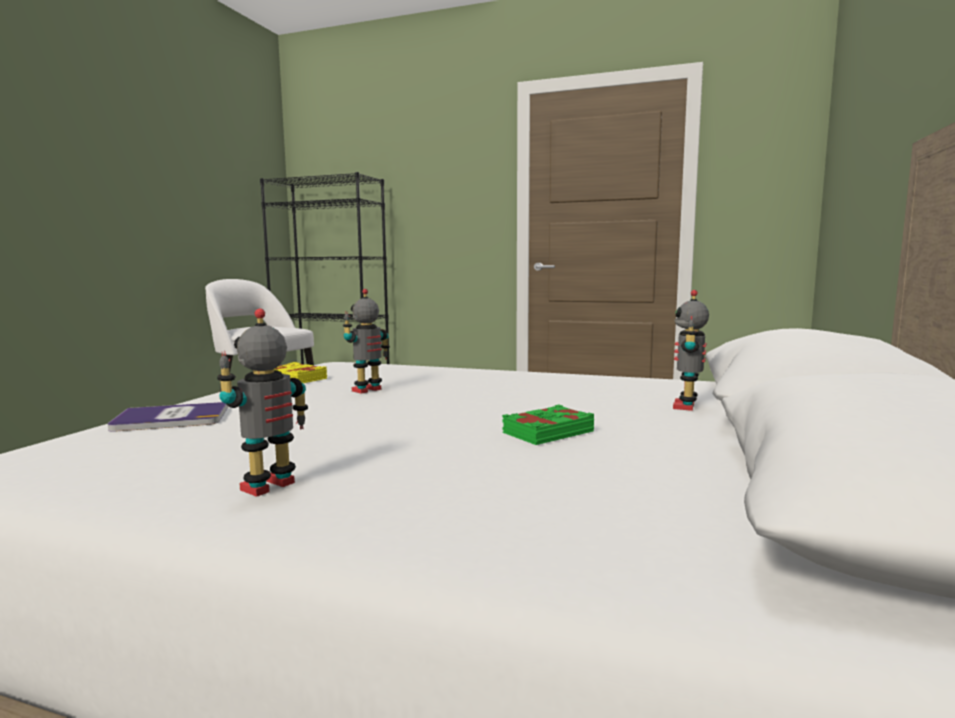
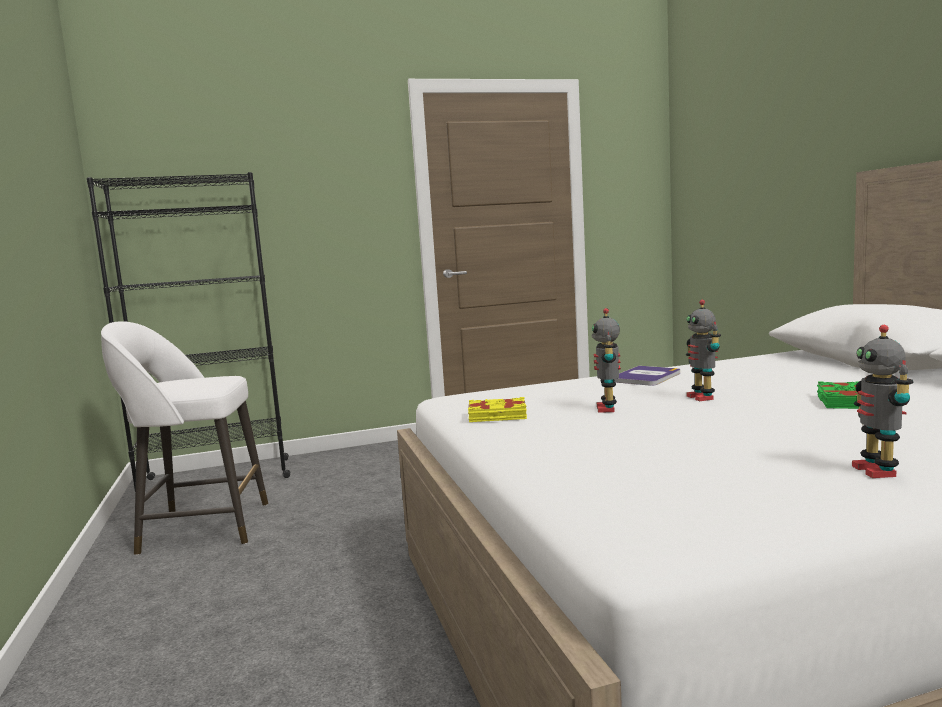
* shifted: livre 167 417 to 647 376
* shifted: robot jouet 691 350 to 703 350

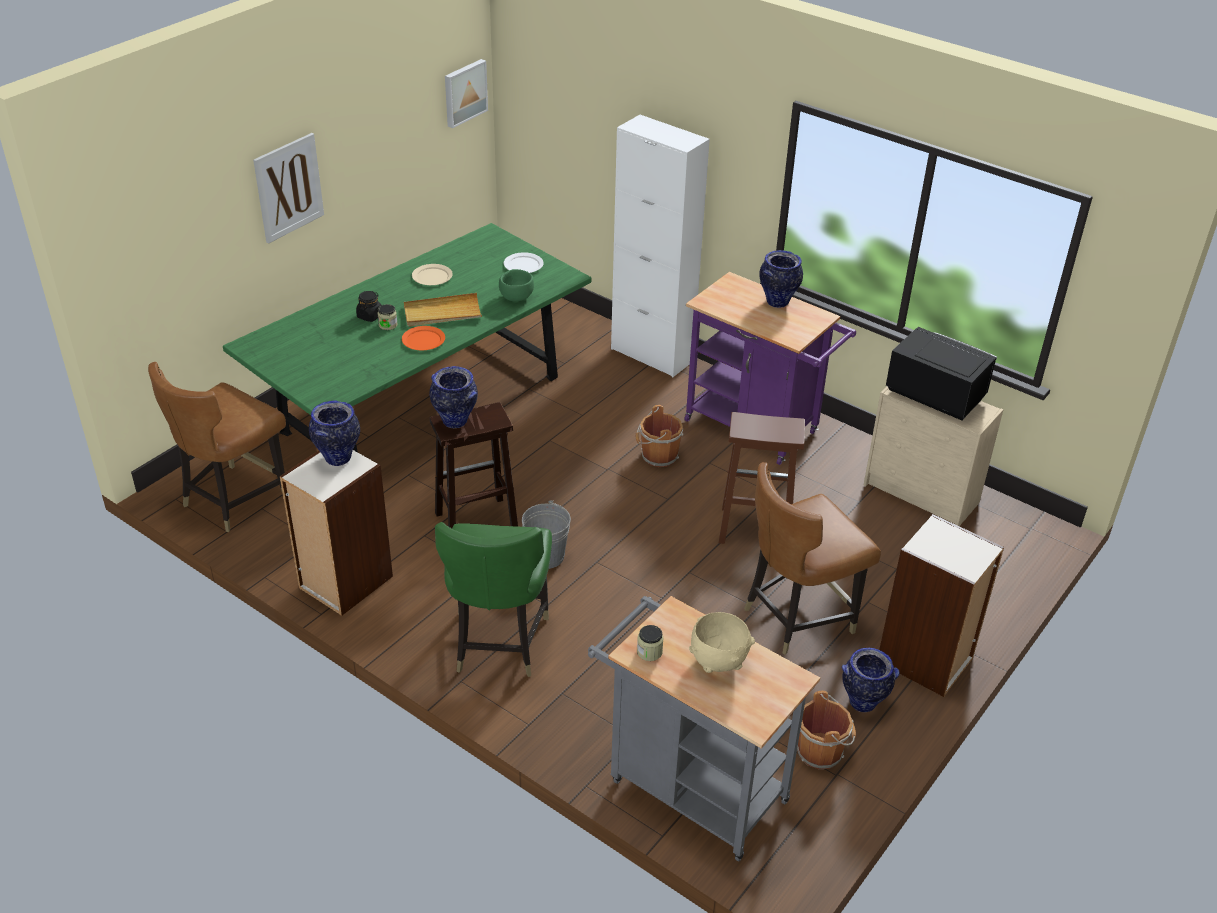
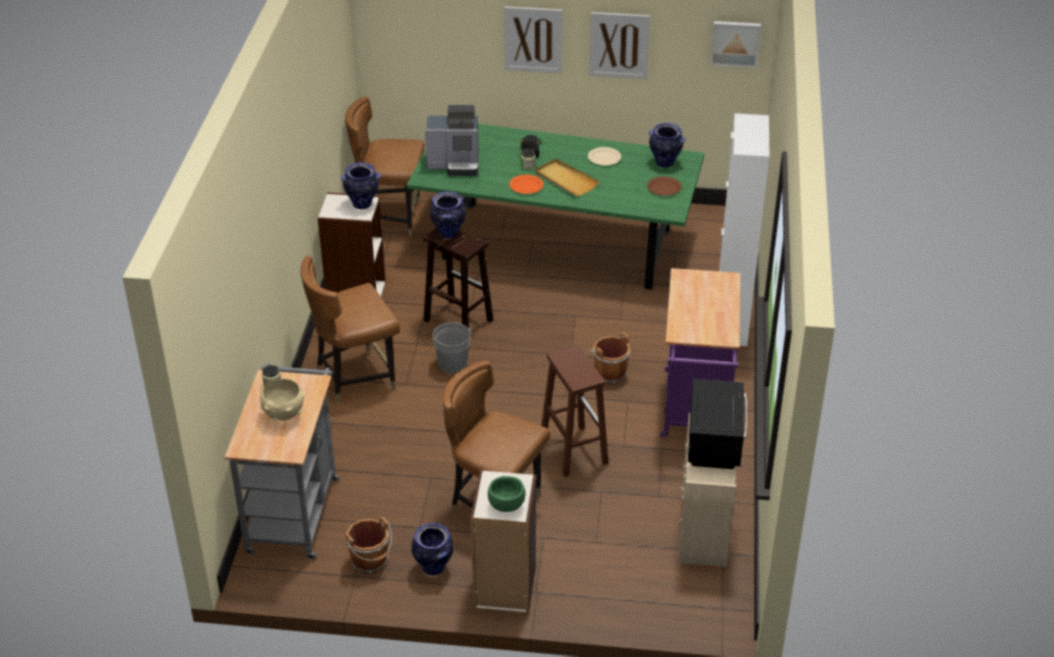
* repainted: chaise [vert] 493 599 to chaise [marron] 350 329
* new: machine à café 452 140
* shifted: bol [vert] 516 285 to 506 494
* new: tableau 619 45
* repainted: assiette [blanc] 524 262 to assiette [marron] 664 186
* shifted: vase 781 279 to 667 145

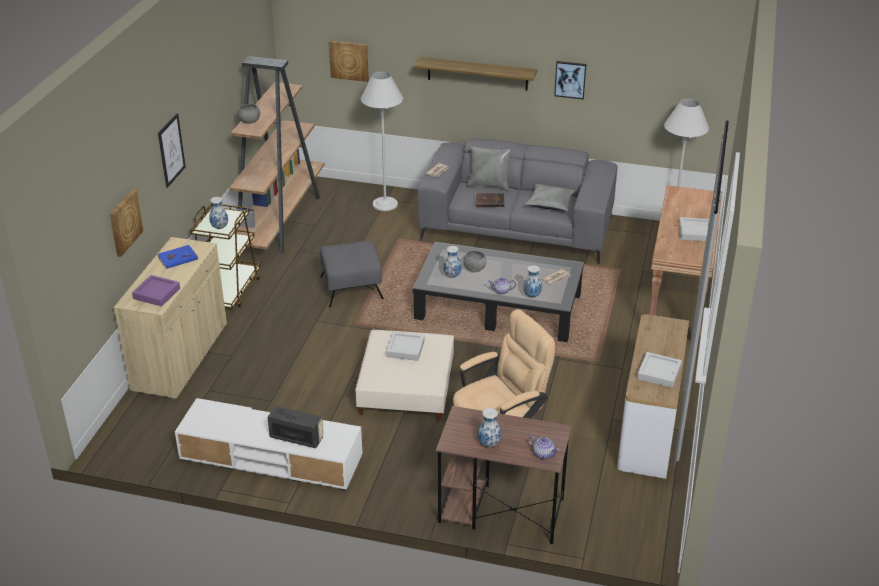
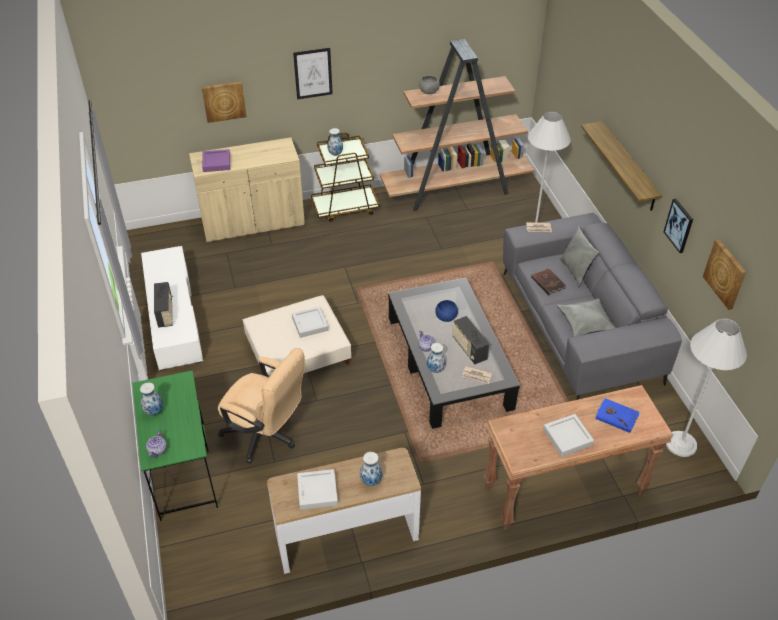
* repainted: bureau [marron] 504 475 to bureau [vert] 175 445
* shifted: vase 452 262 to 371 469
* repainted: bol [gris] 474 261 to bol [bleu] 446 311
* new: radio 471 340
* shifted: livre [bleu] 177 257 to 617 415
* shifted: tableau 349 61 to 724 274
* gone: pouf [gris] 352 274

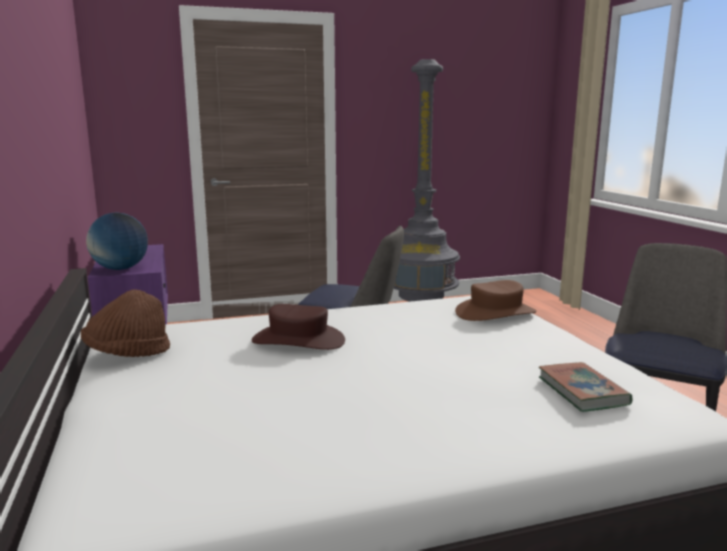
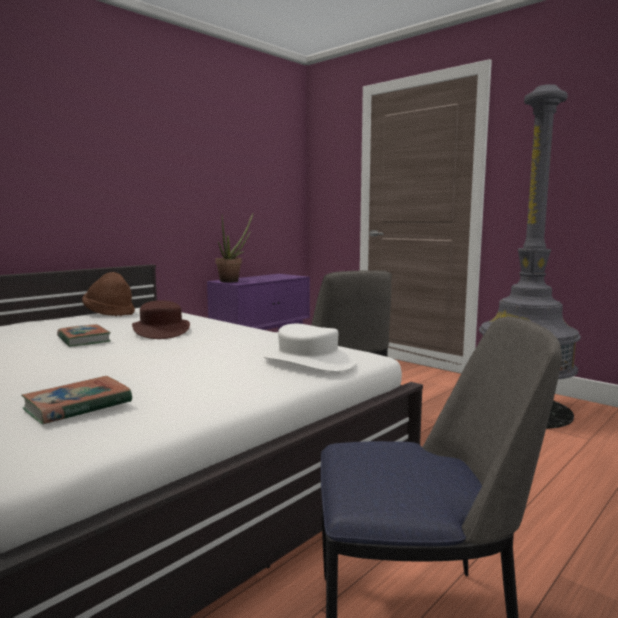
* new: livre 84 335
* swapped: globe 117 241 to plante en pot 234 248
* repainted: chapeau [marron] 496 300 to chapeau [blanc] 310 348

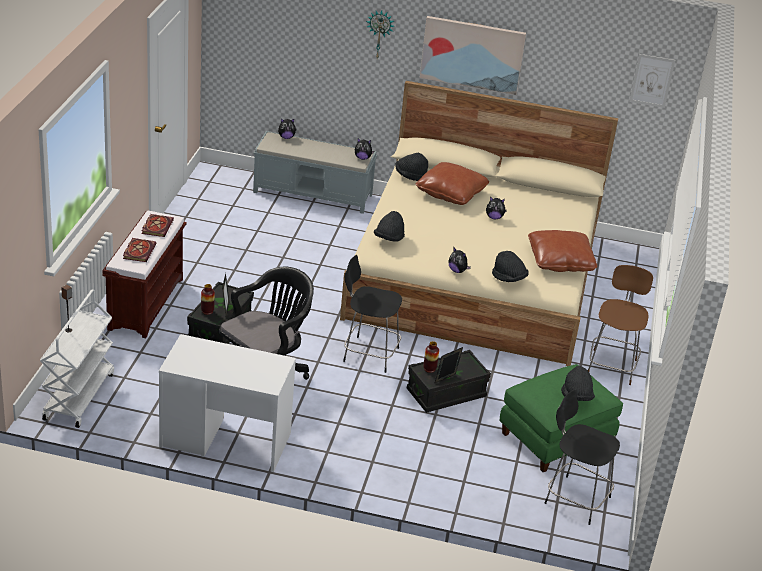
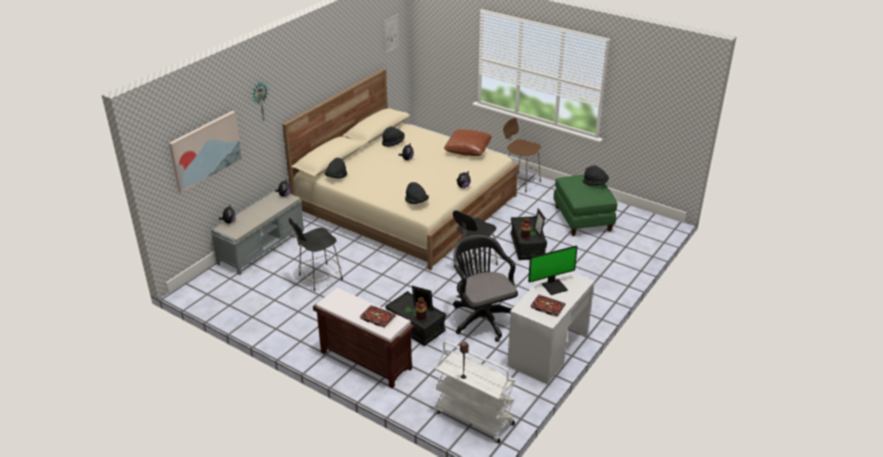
* shifted: tableau 473 55 to 205 152
* shifted: chaise [noir] 582 457 to 316 254
* shifted: chapeau [noir] 510 266 to 393 136
* new: écran d'ordinateur 552 270
* shifted: livre 158 225 to 548 306
* gone: coussin [marron] 452 183

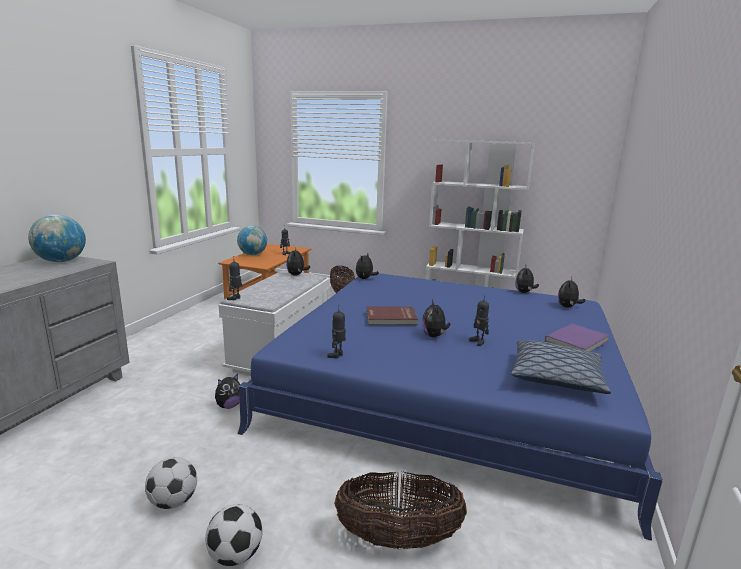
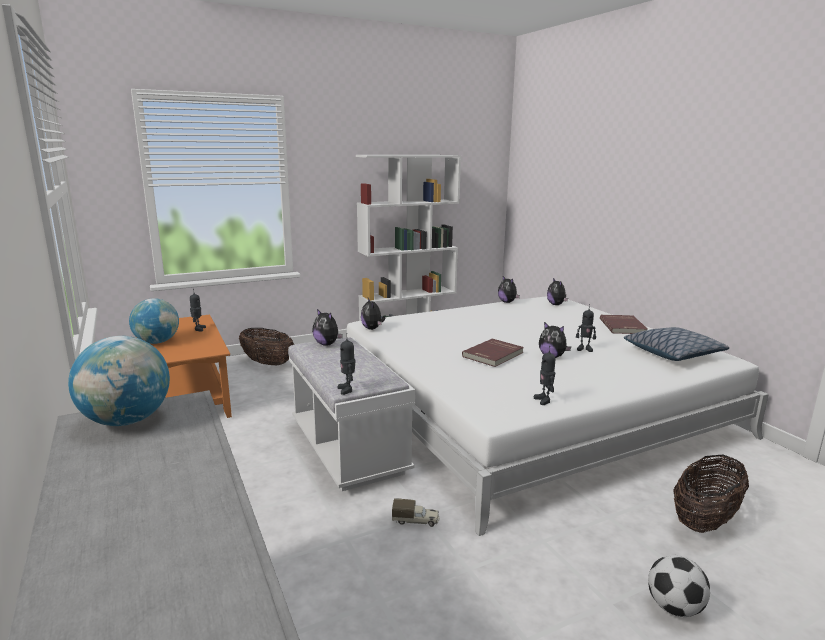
* repainted: lit [bleu] 450 407 to lit [blanc] 558 416
* swapped: peluche 227 391 to camion jouet 415 513
* repainted: livre [violet] 577 338 to livre [rouge] 623 324
* gone: ballon de foot 171 483

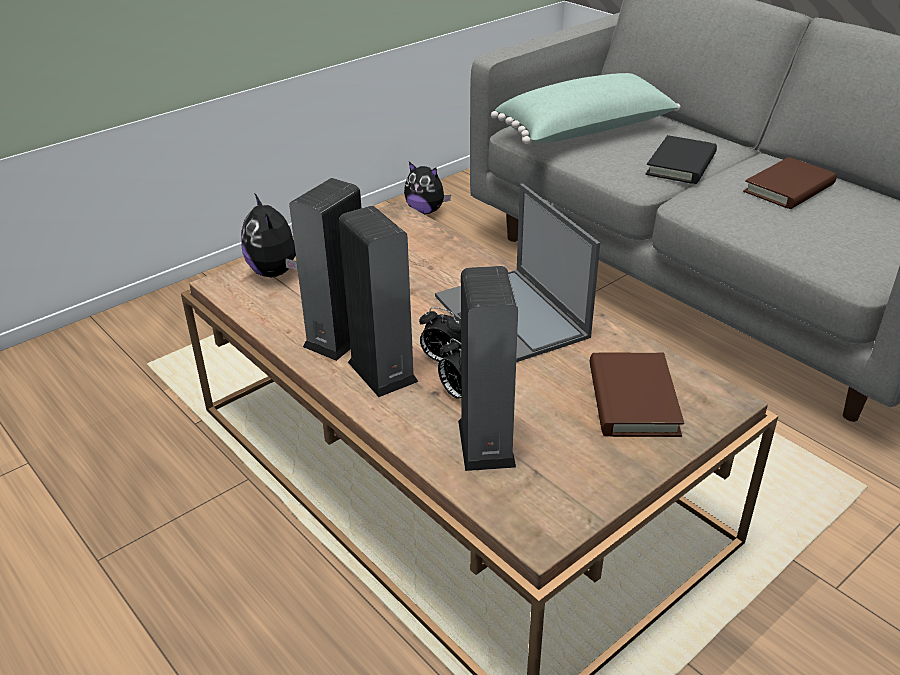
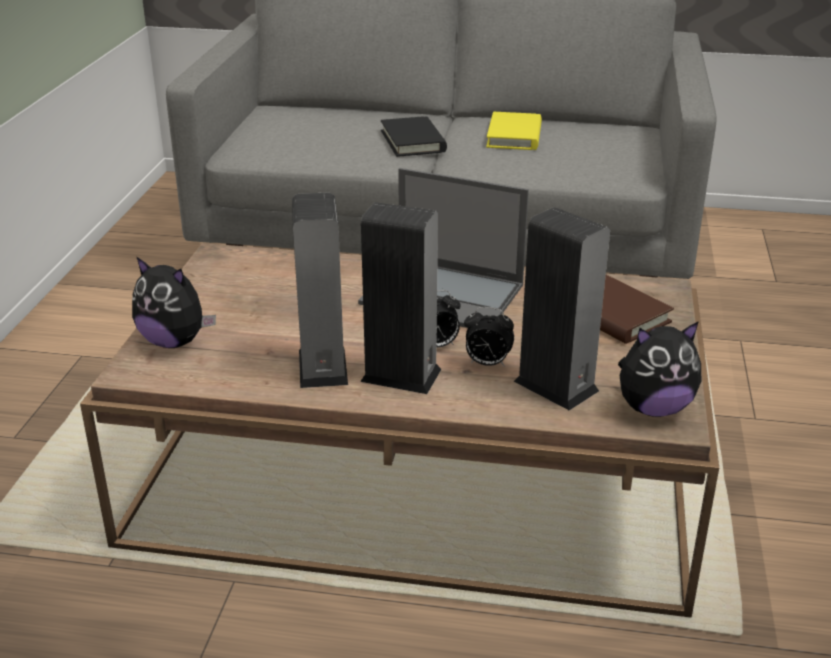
* repainted: livre [marron] 789 183 to livre [jaune] 514 131
* shifted: peluche 427 188 to 659 369
* gone: coussin [vert] 585 108

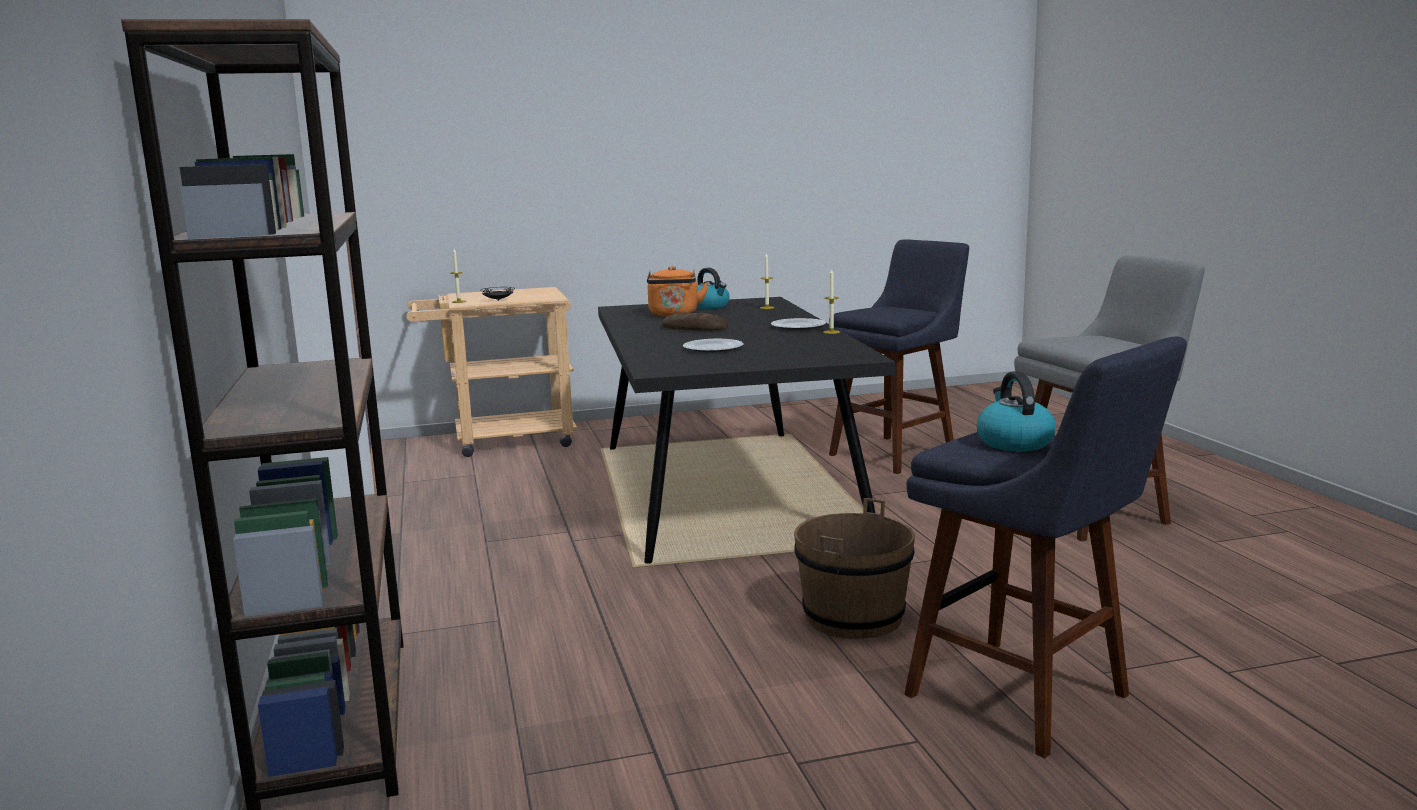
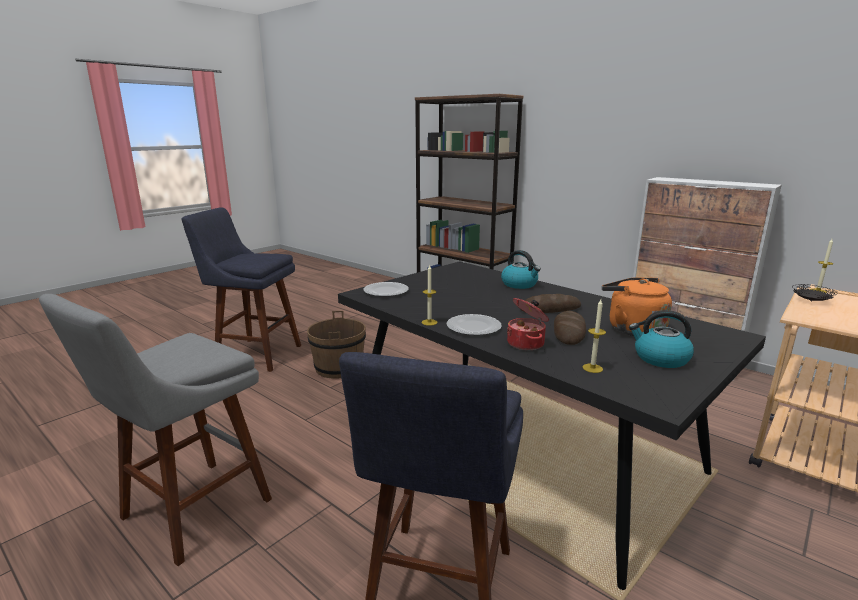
* shifted: assiette 713 346 to 386 289
* shifted: bouilloire 1016 411 to 521 269
* new: marmite 528 324
* new: pain 570 328

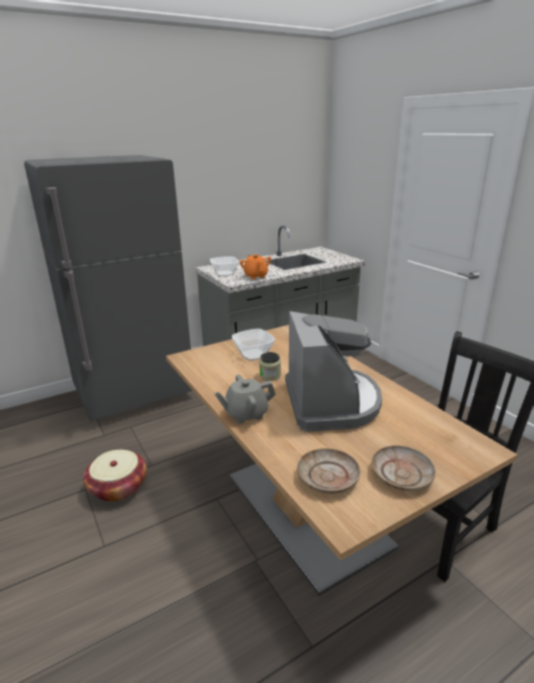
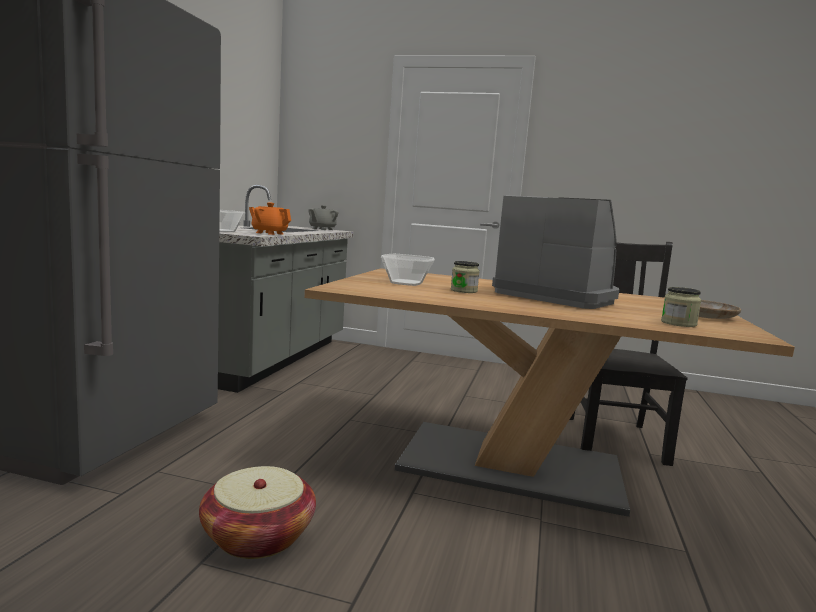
* shifted: théière [gris] 245 398 to 323 217
* swapped: assiette [beige] 329 471 to bocal 681 307

